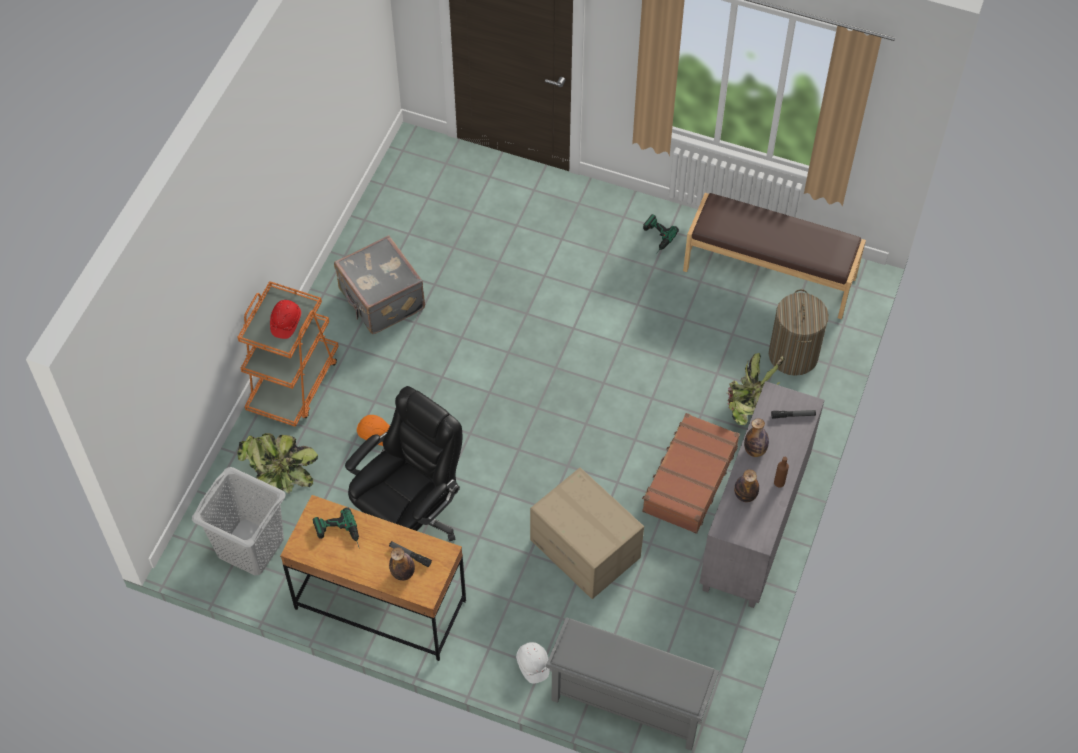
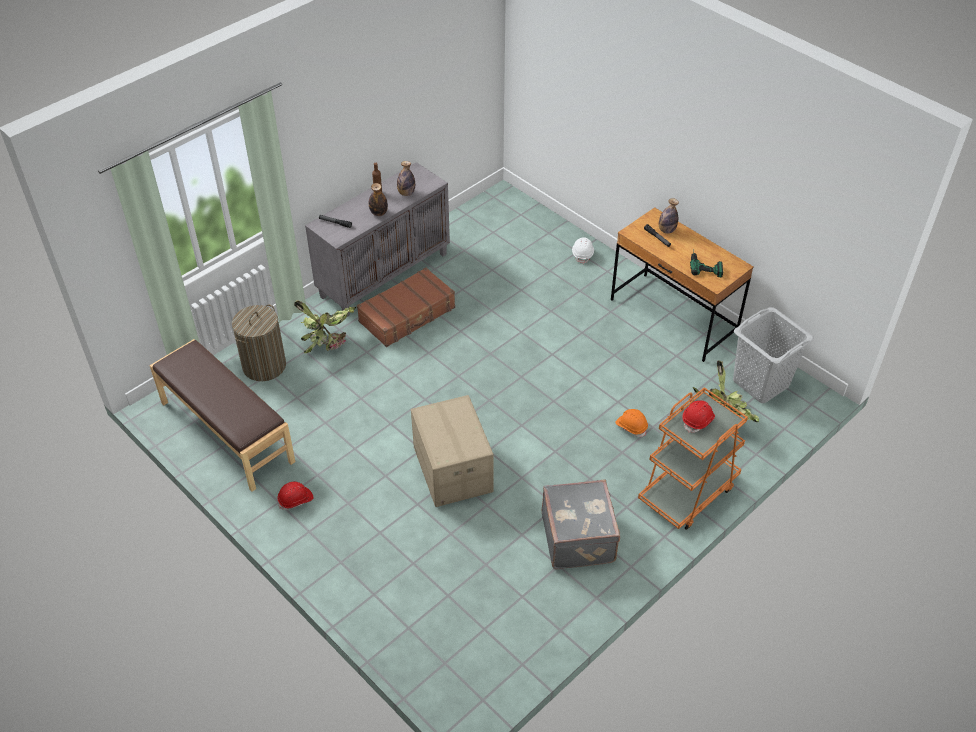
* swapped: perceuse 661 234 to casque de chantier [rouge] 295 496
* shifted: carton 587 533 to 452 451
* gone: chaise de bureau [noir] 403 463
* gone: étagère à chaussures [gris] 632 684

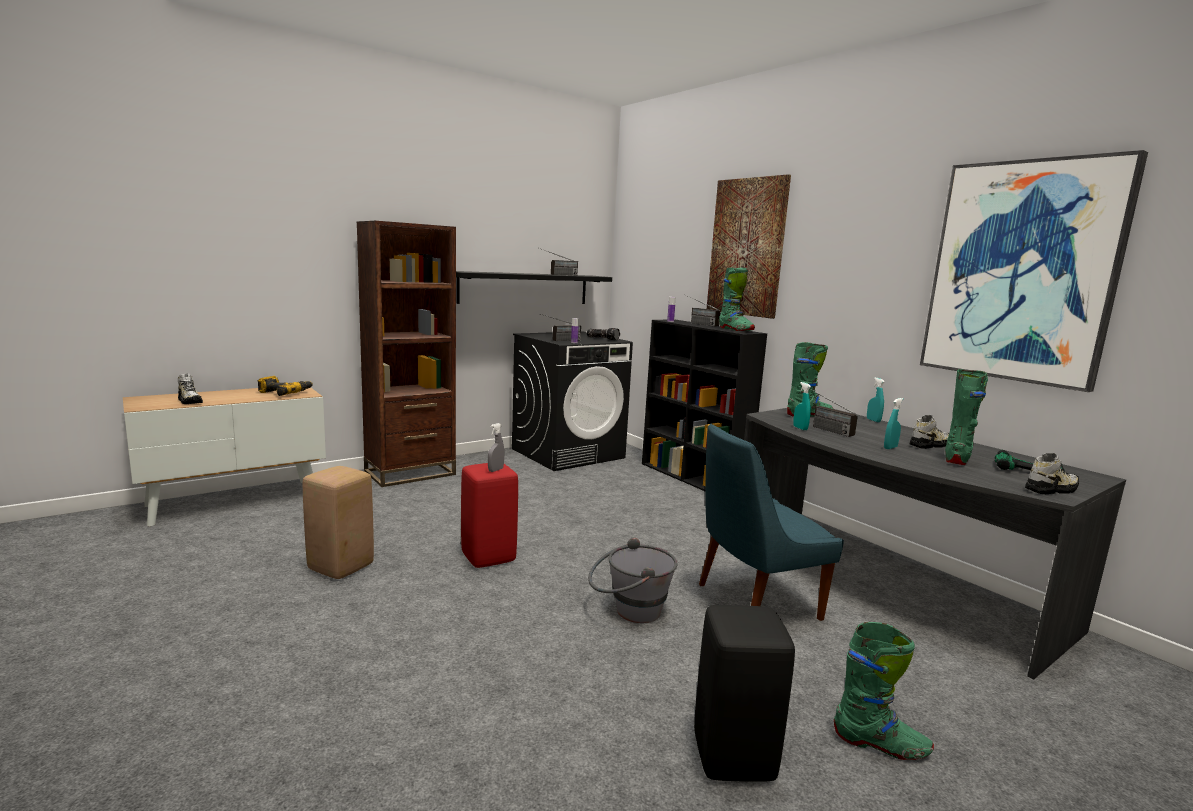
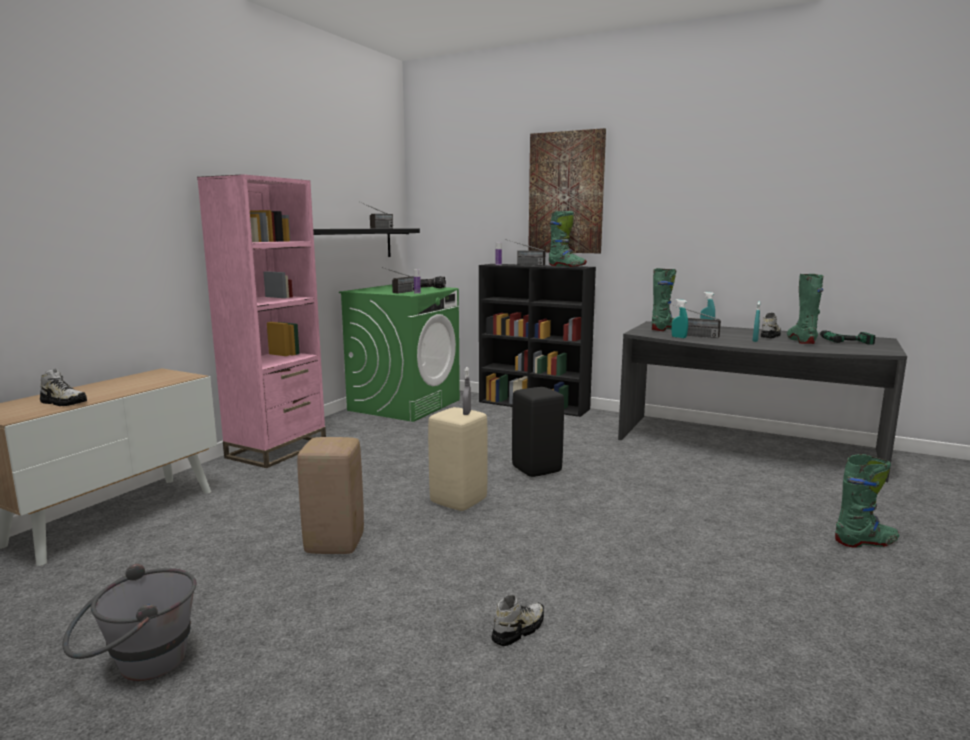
* shifted: seau [gris] 633 580 to 129 622
* repainted: bibliothèque [marron] 406 354 to bibliothèque [rose] 261 321
* repainted: lave-linge [noir] 572 401 to lave-linge [vert] 399 353
* repainted: tabouret [rouge] 489 515 to tabouret [beige] 458 459
* shifted: chaussure 1052 473 to 518 620
* shifted: tabouret [noir] 744 693 to 538 432
* gone: perceuse 285 386
* gone: chaise [bleu] 771 522
* gone: tableau 1034 271

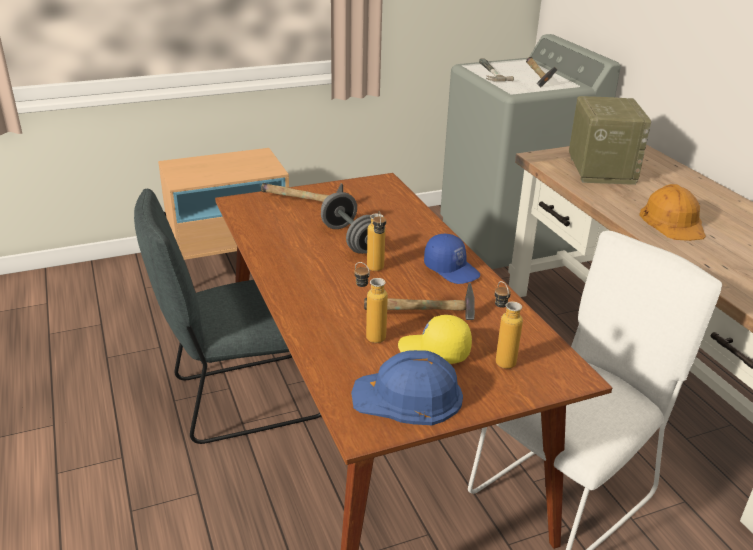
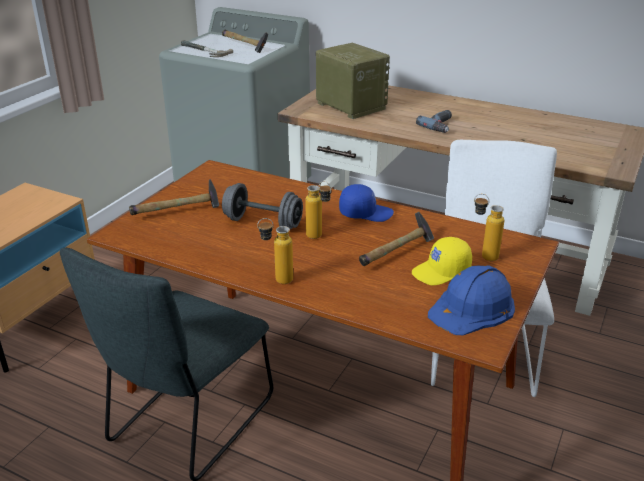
* shifted: bouteille 371 302 to 275 251
* swapped: casque de chantier [orange] 672 212 to perceuse 434 121

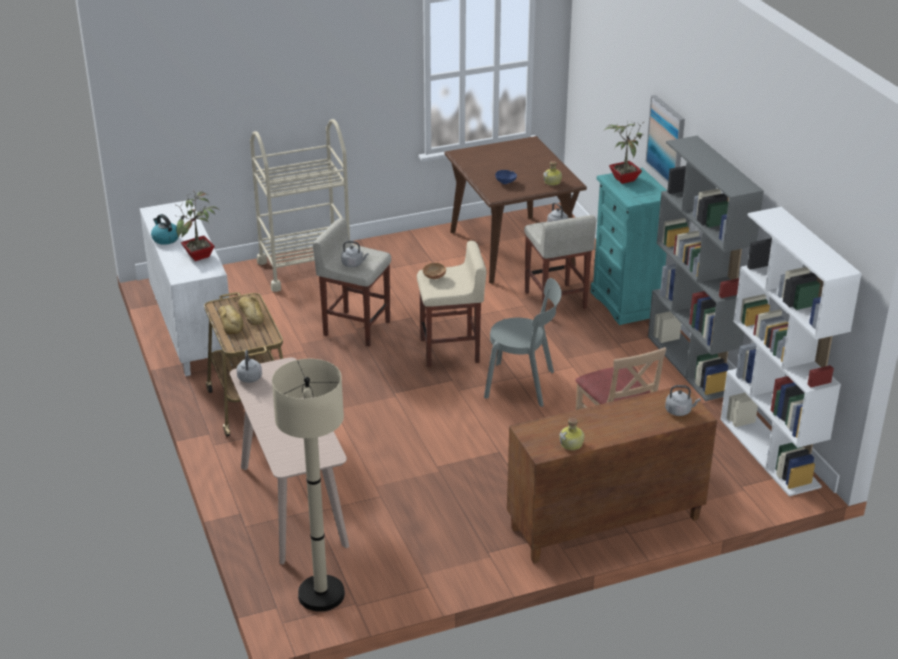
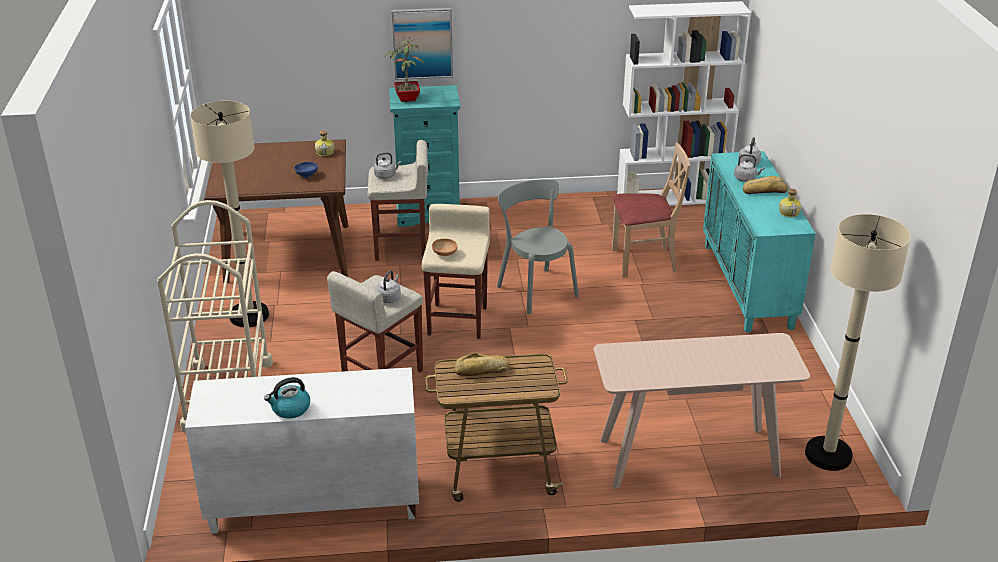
* new: lampadaire [beige] 229 214
* rotated: chaise [gris] 523 342 = 538 247 60 degrees counterclockwise
* repainted: meuble de rangement [marron] 612 474 to meuble de rangement [turquoise] 759 241
* shifted: bouilloire [gris] 249 366 to 749 168
* shifted: pain 231 319 to 765 185
* gone: plante en pot 197 226
* gone: bibliothèque [gris] 706 268

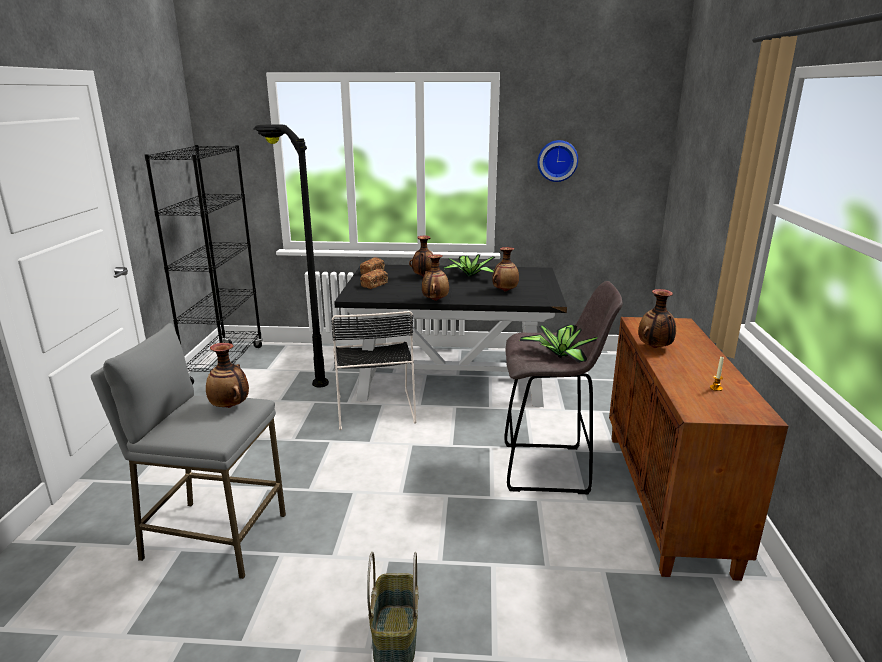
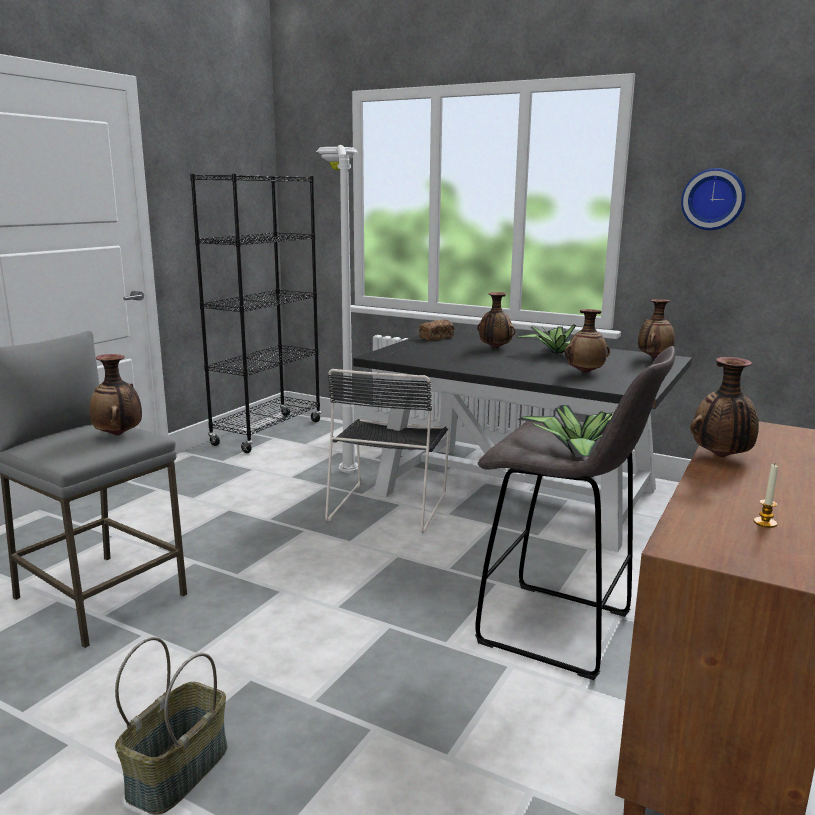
* repainted: lampadaire [noir] 291 255 to lampadaire [blanc] 337 309
* shifted: vase 435 277 to 656 328
* gone: pain 374 279

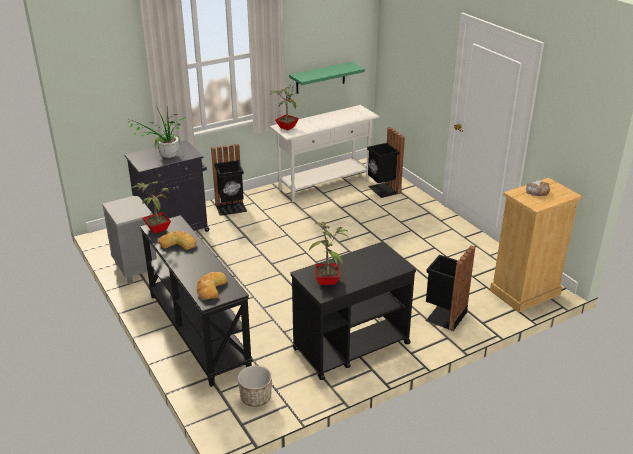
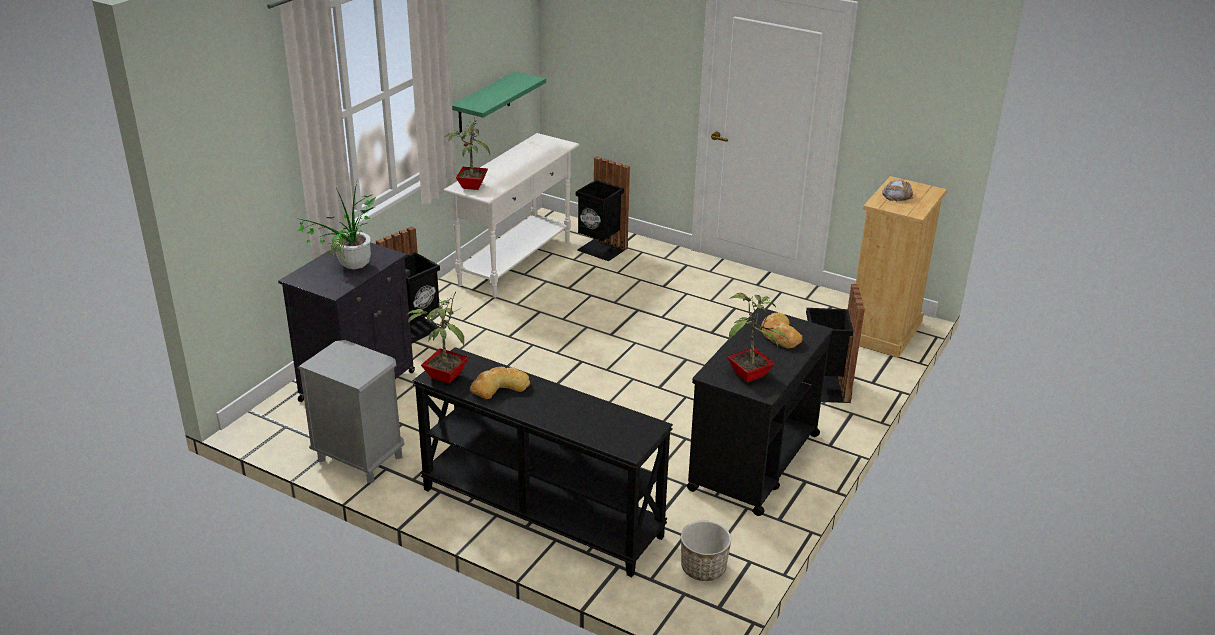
* shifted: pain 212 286 to 782 330

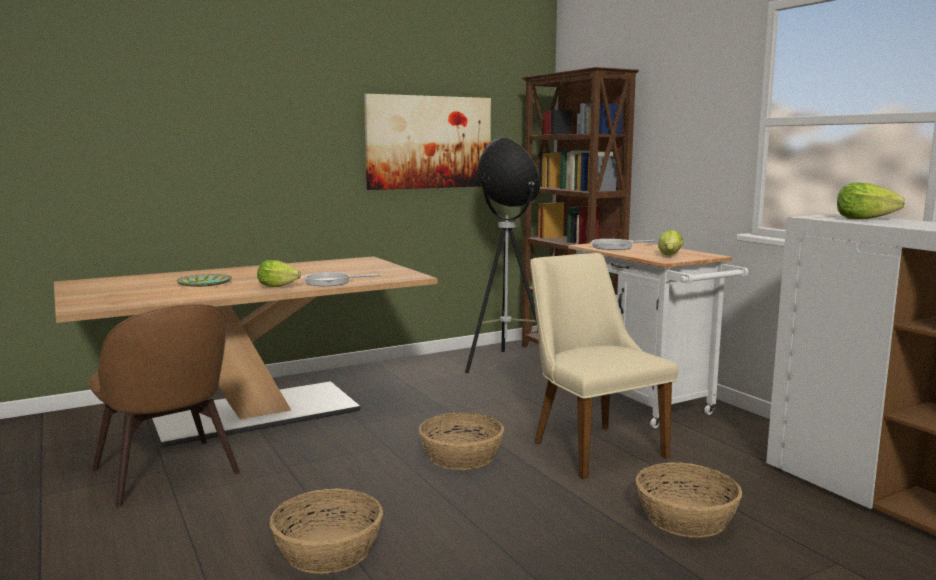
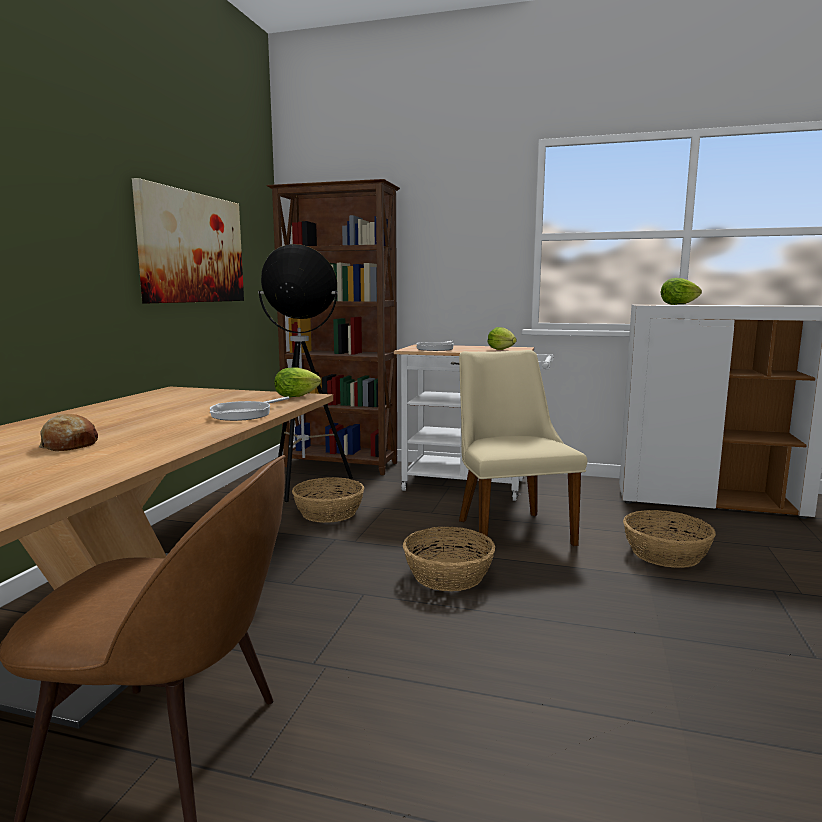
* swapped: assiette 204 280 to pain 68 432
* shifted: laitue 279 273 to 297 382
* shifted: panier 326 531 to 328 500
* rotated: chaise [beige] 604 366 = 523 452 60 degrees clockwise

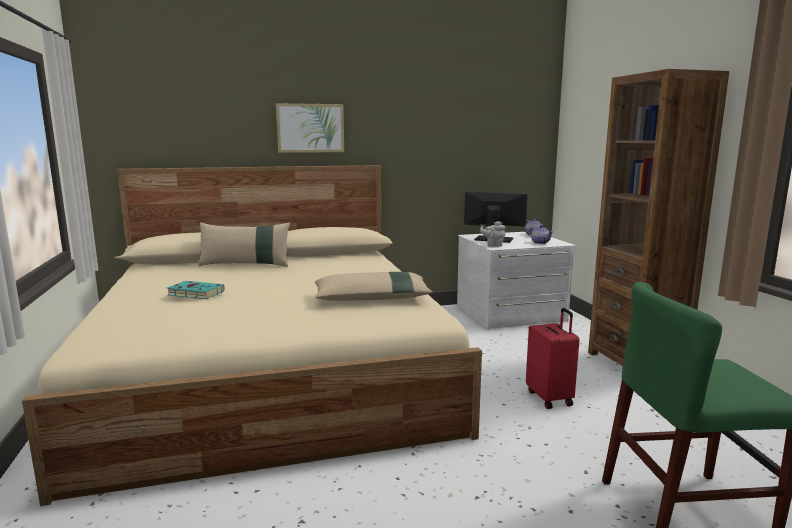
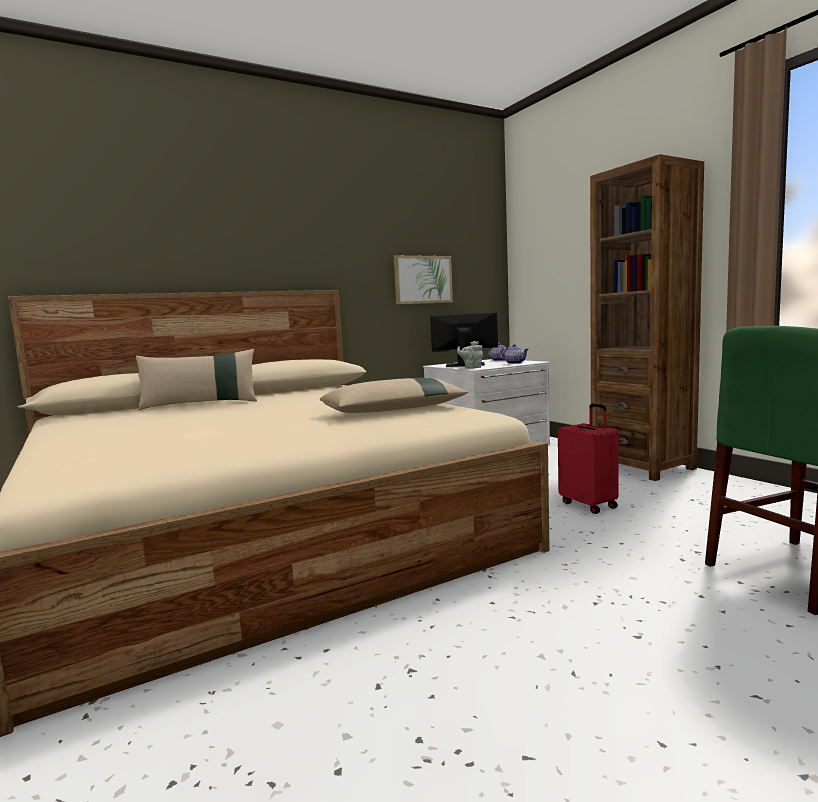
* shifted: tableau 310 128 to 423 279
* gone: livre [turquoise] 196 290

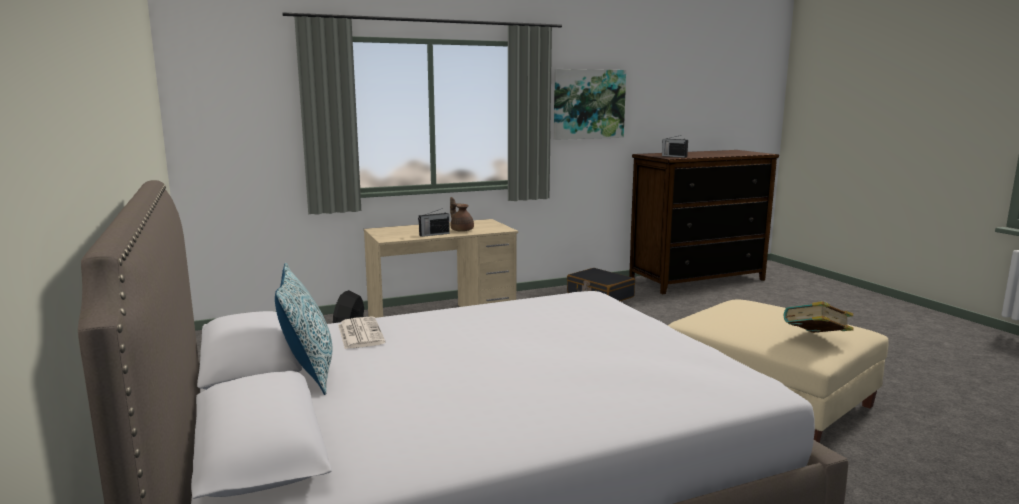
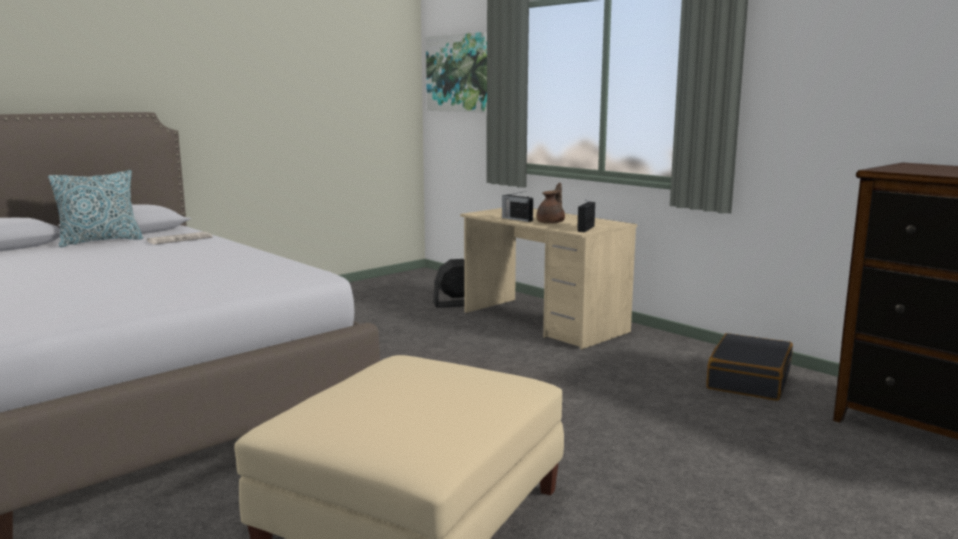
* shifted: tableau 590 104 to 456 72
* shifted: radio 675 146 to 586 215
* gone: livre 818 317

